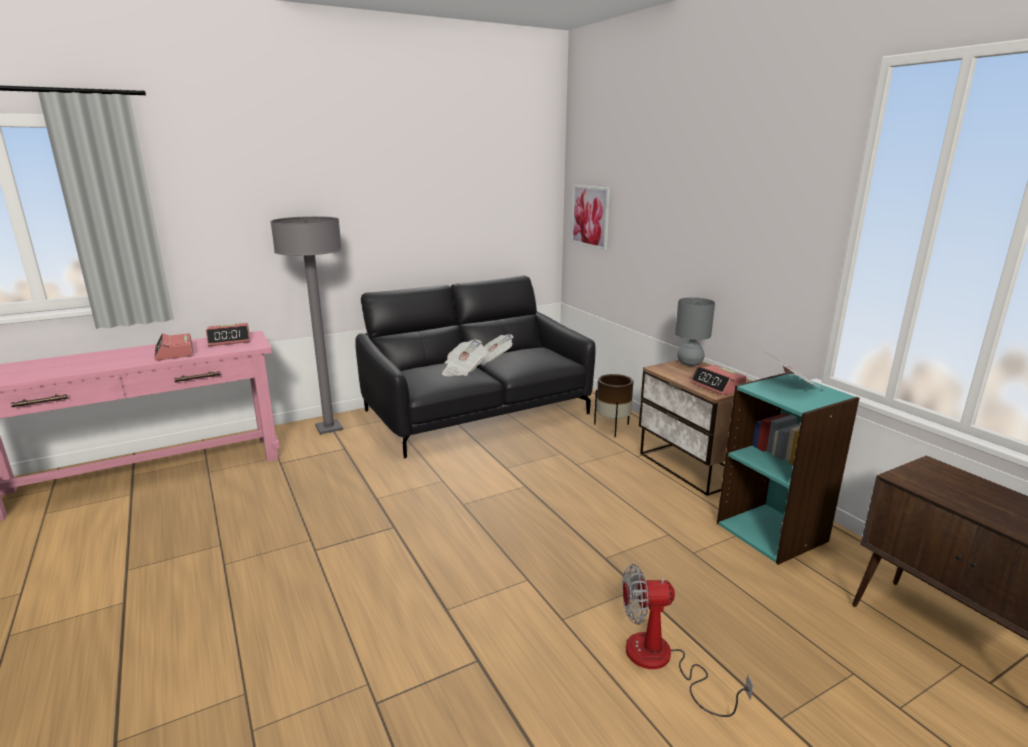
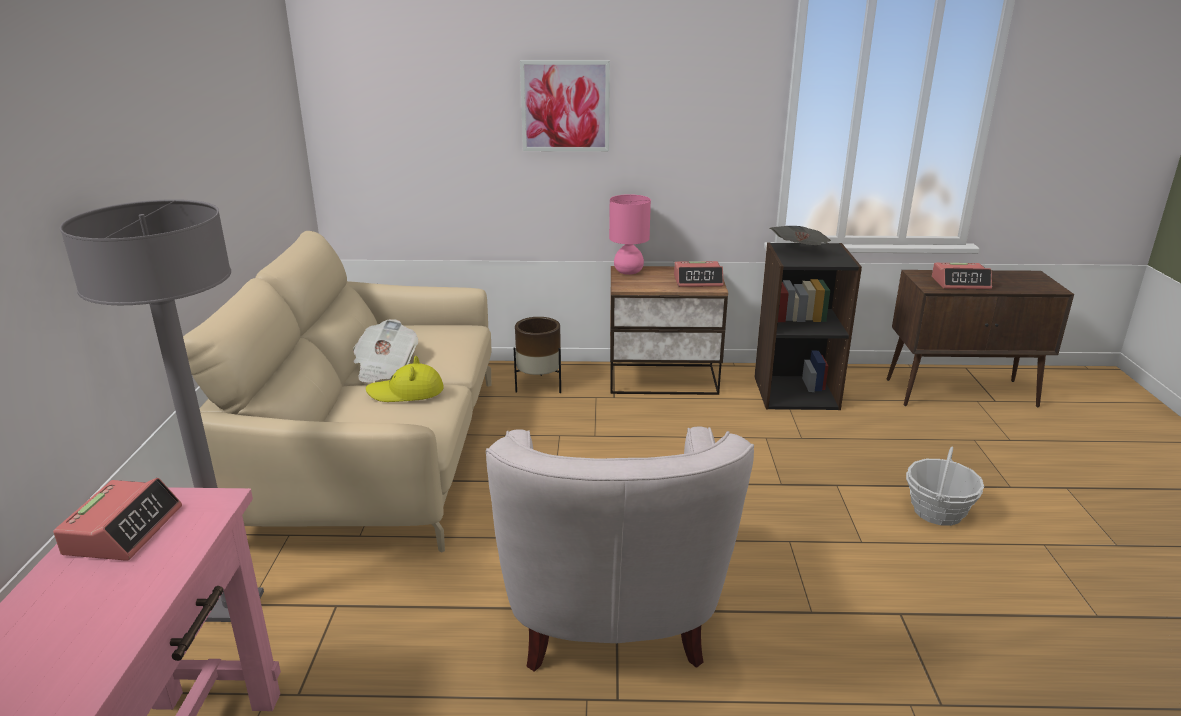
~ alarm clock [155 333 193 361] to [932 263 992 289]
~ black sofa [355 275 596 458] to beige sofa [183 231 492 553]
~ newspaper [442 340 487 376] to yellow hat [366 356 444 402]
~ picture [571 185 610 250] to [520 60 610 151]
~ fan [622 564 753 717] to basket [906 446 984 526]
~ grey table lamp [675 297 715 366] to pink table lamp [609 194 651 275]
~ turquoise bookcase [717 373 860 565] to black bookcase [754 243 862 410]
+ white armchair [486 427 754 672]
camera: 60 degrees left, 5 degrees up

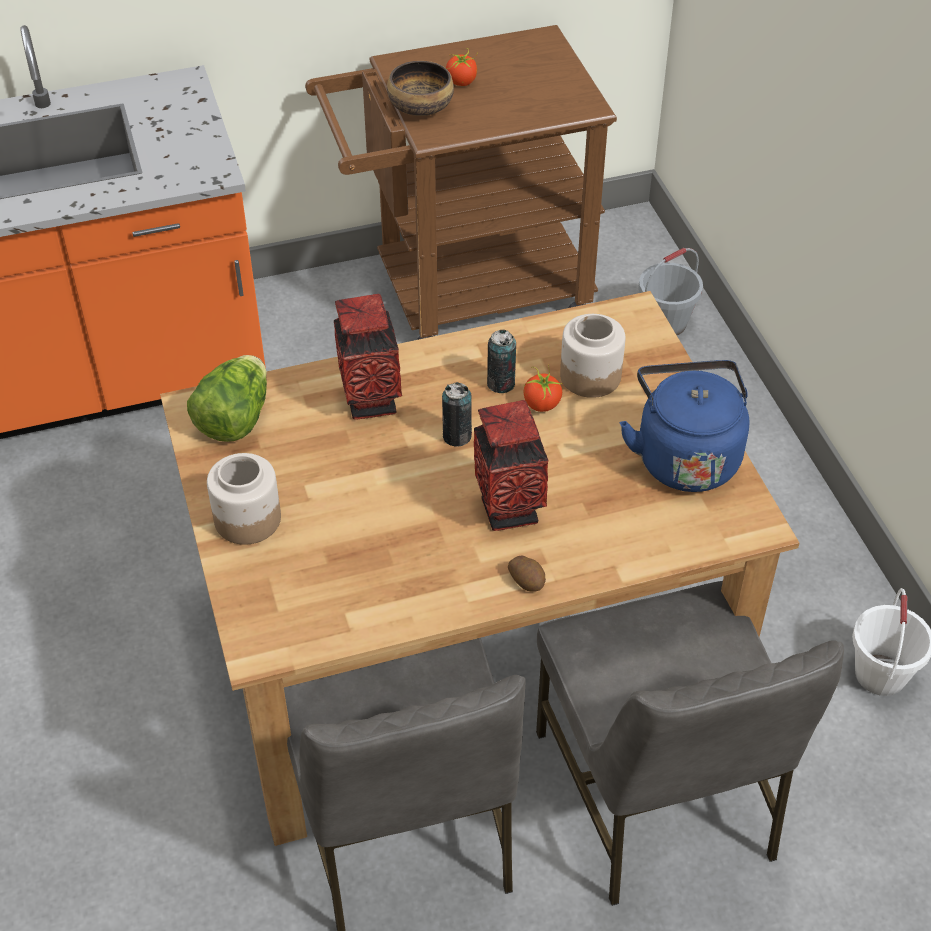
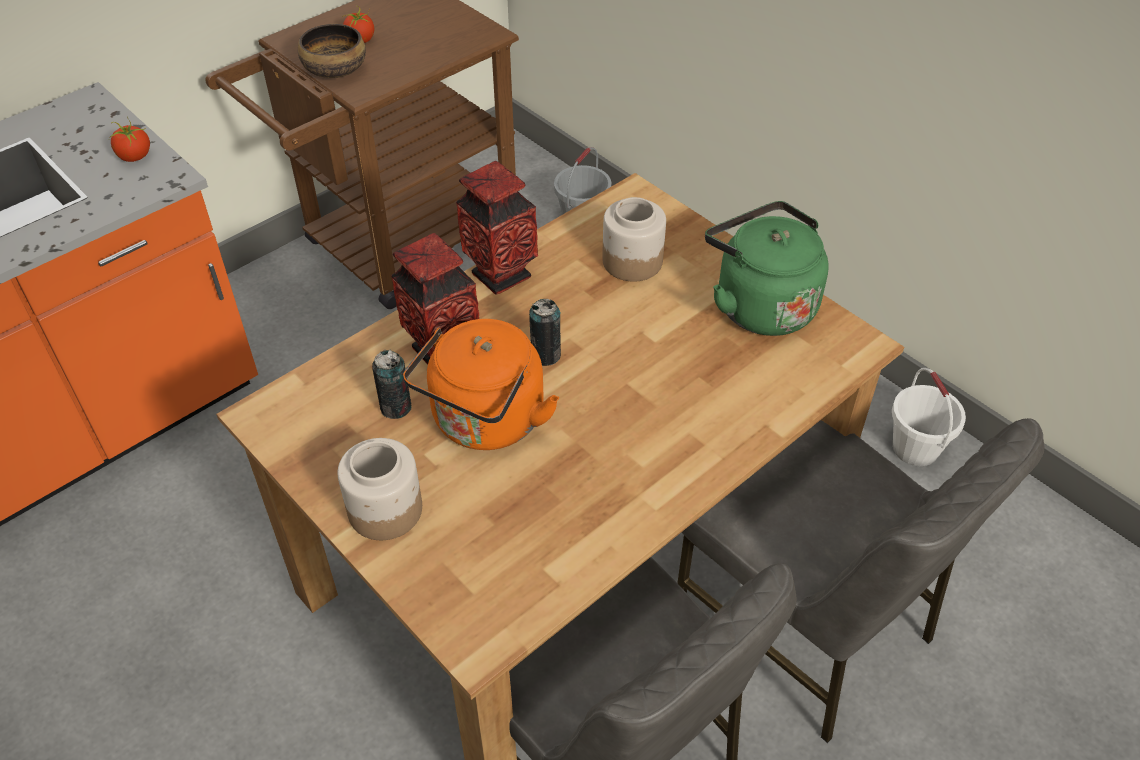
- lettuce [187 355 267 442]
~ vase [474 400 548 531] to [456 161 538 295]
~ can [487 329 516 393] to [372 350 412 419]
- potato [508 555 546 592]
~ tomato [523 364 563 412] to [109 116 150 162]
~ blue kettle [620 360 750 492] to green kettle [705 201 829 336]
+ orange kettle [403 319 559 450]
camera: 25 degrees left, 0 degrees up

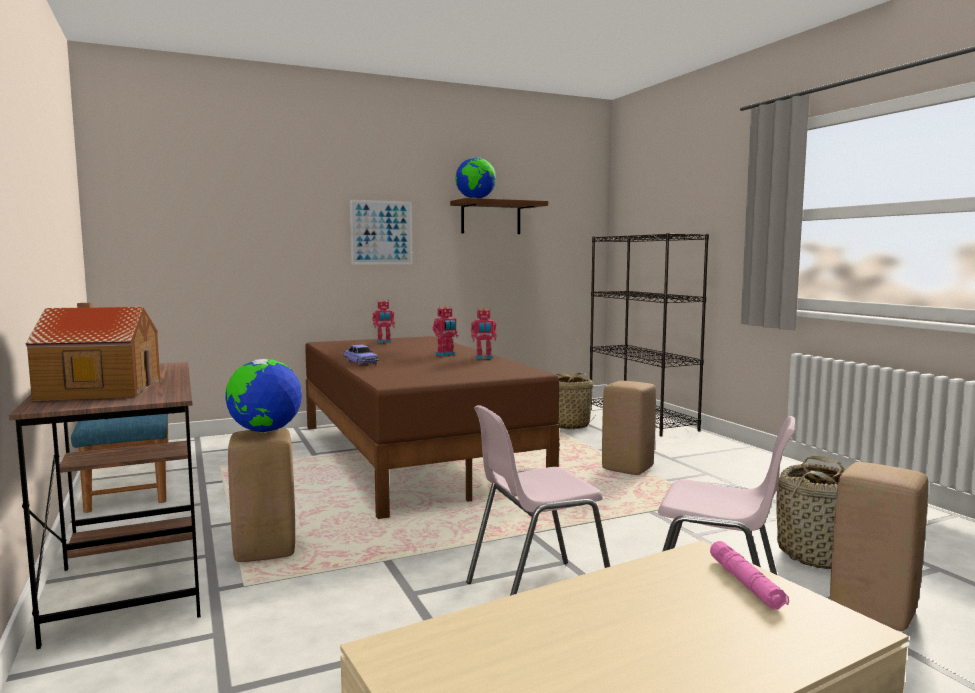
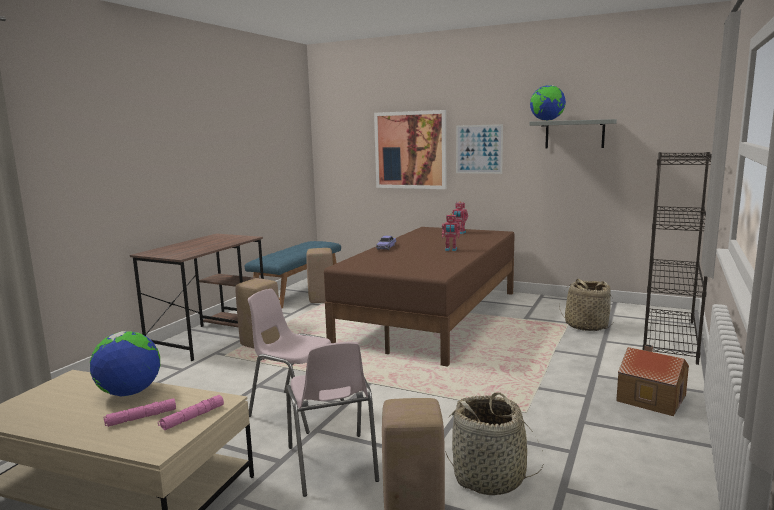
~ toy house [26 303 160 401] to [616 344 689 416]
~ globe [225 359 302 433] to [90 331 160 397]
~ brown shelf [450 198 548 234] to grey shelf [529 119 617 148]
- toy robot [471 307 497 359]
~ beige stool [602 381 656 475] to [306 248 333 303]
+ pink flashlight [103 398 176 427]
+ picture [374 110 446 189]
camera: 50 degrees right, 5 degrees up

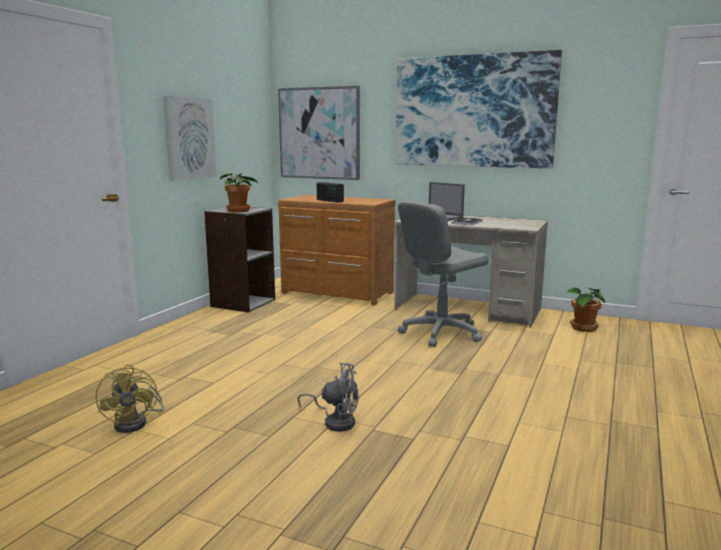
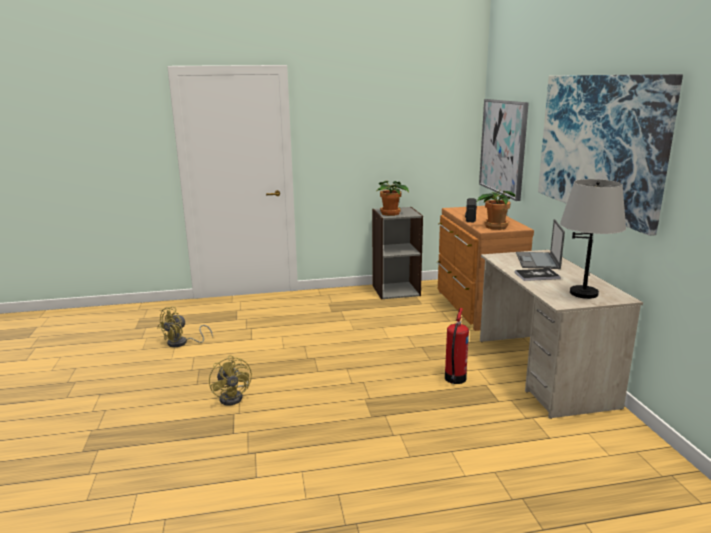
- picture [163 96 216 181]
~ grey fan [297 362 359 431] to yellow fan [209 355 252 406]
~ grey office chair [398 201 489 347] to fire extinguisher [445 308 469 384]
~ potted plant [567 288 605 332] to [477 190 515 230]
+ grey table lamp [560 179 626 299]
camera: 55 degrees right, 5 degrees up

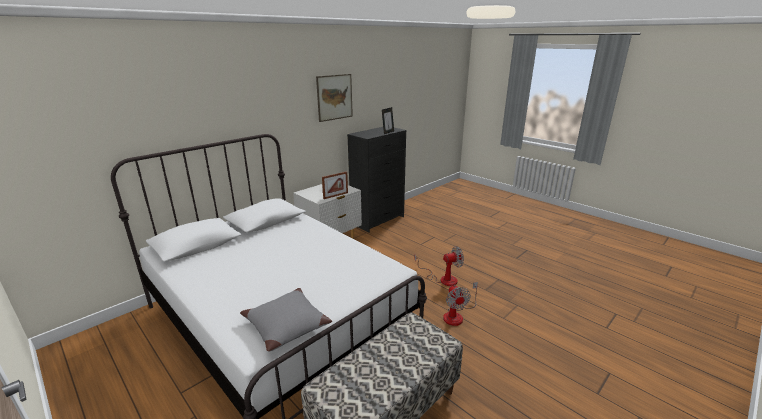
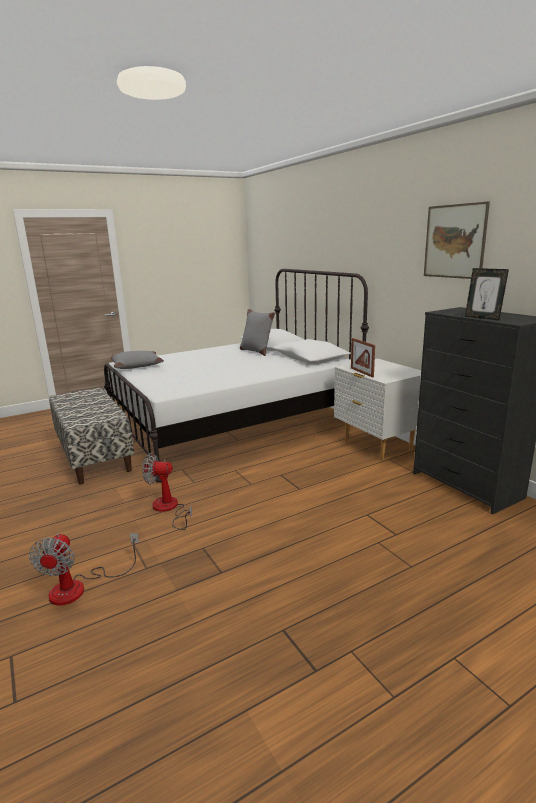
~ fan [414 246 464 286] to [29 533 139 605]
+ grey pillow [240 309 275 356]
camera: 105 degrees right, 5 degrees down

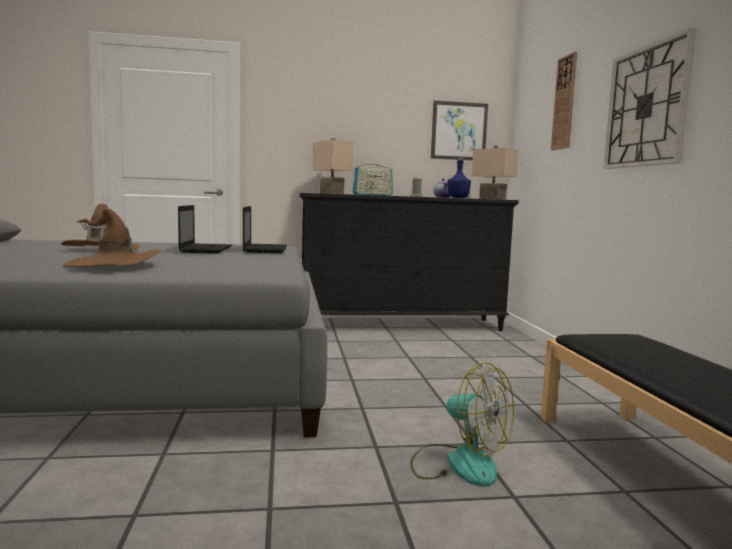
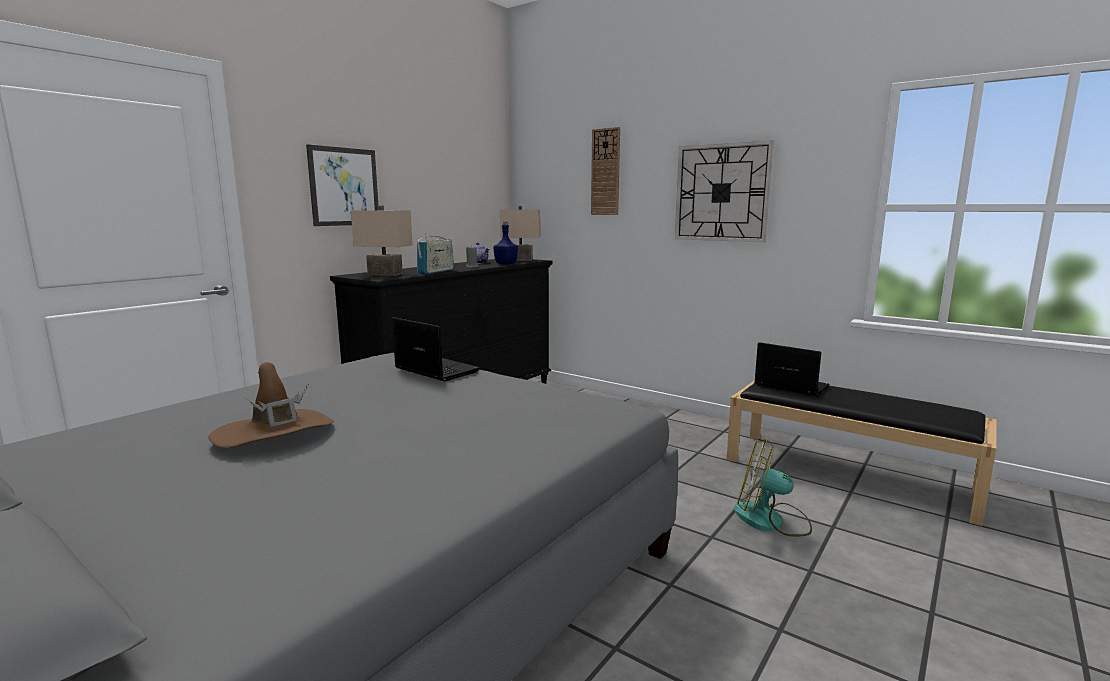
- brown hat [63 208 160 267]
~ laptop [178 205 232 254] to [755 342 830 396]
~ fan [410 362 514 487] = [734 439 812 536] 150 degrees counterclockwise
~ picture [431 101 488 160] to [306 144 378 226]
camera: 45 degrees left, 5 degrees up

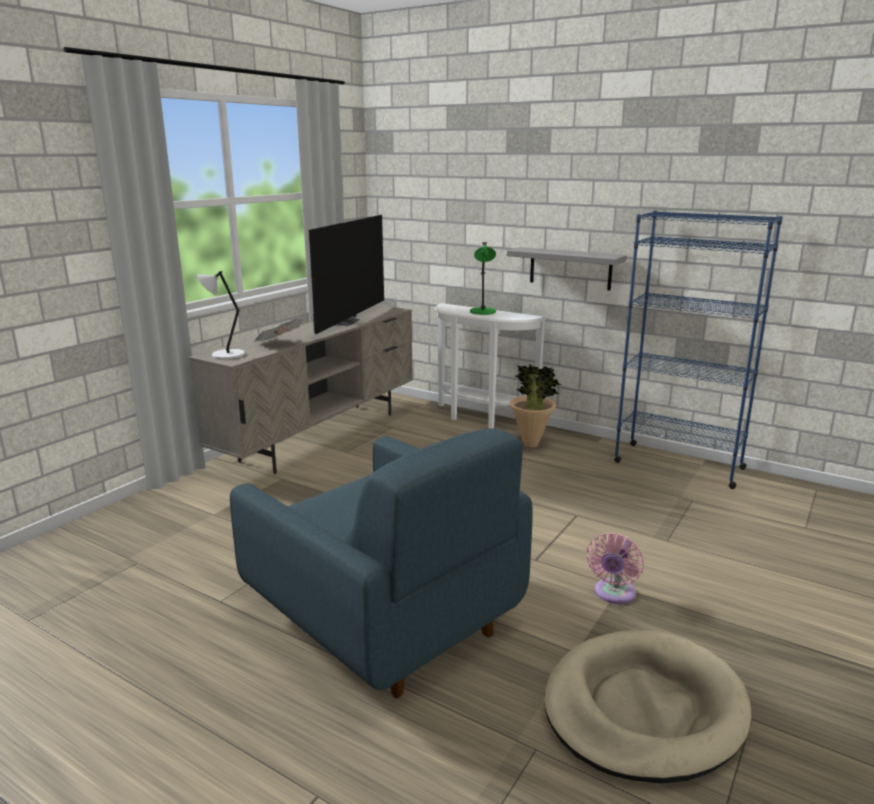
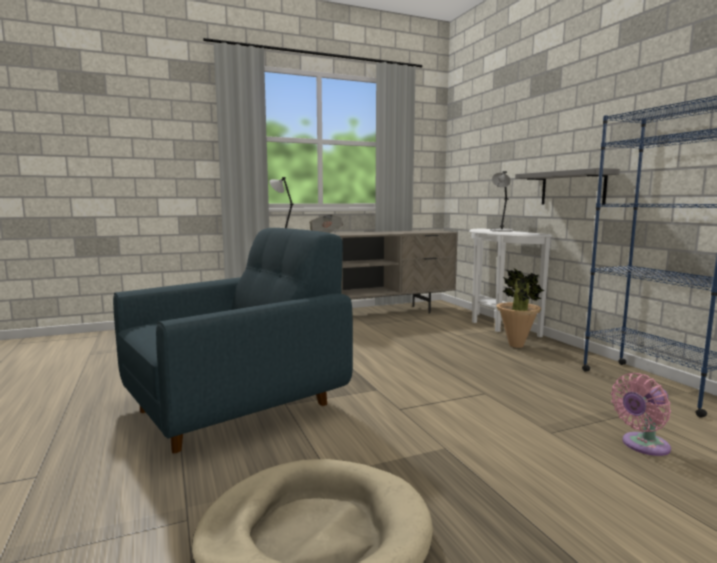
~ blue armchair [230 429 533 698] = [113 228 353 454] 120 degrees counterclockwise
- television [309 215 384 334]
~ green table lamp [470 242 496 315] to grey table lamp [490 171 513 232]
~ pink fan [587 533 644 604] to [611 373 671 456]
camera: 35 degrees right, 10 degrees down

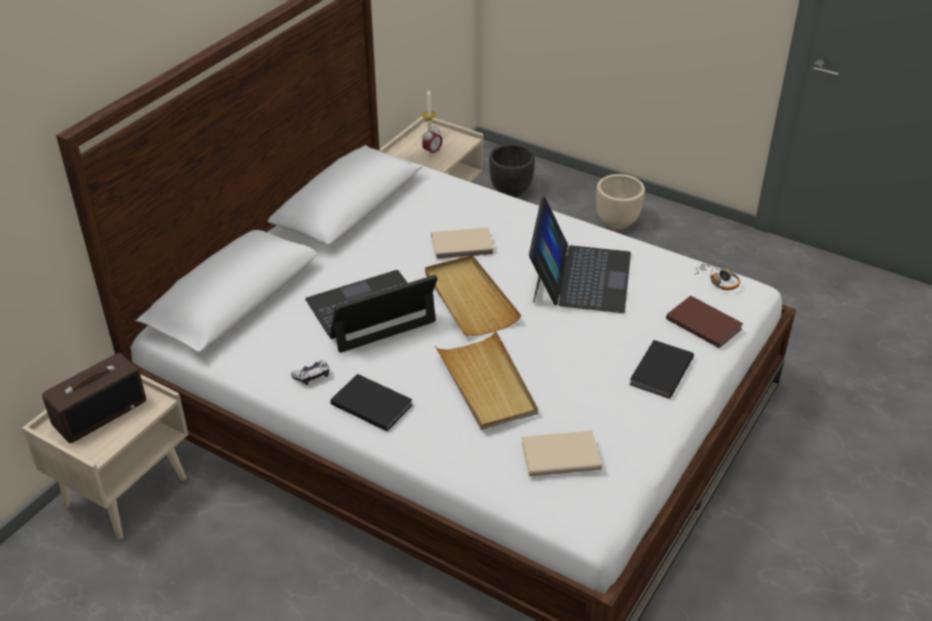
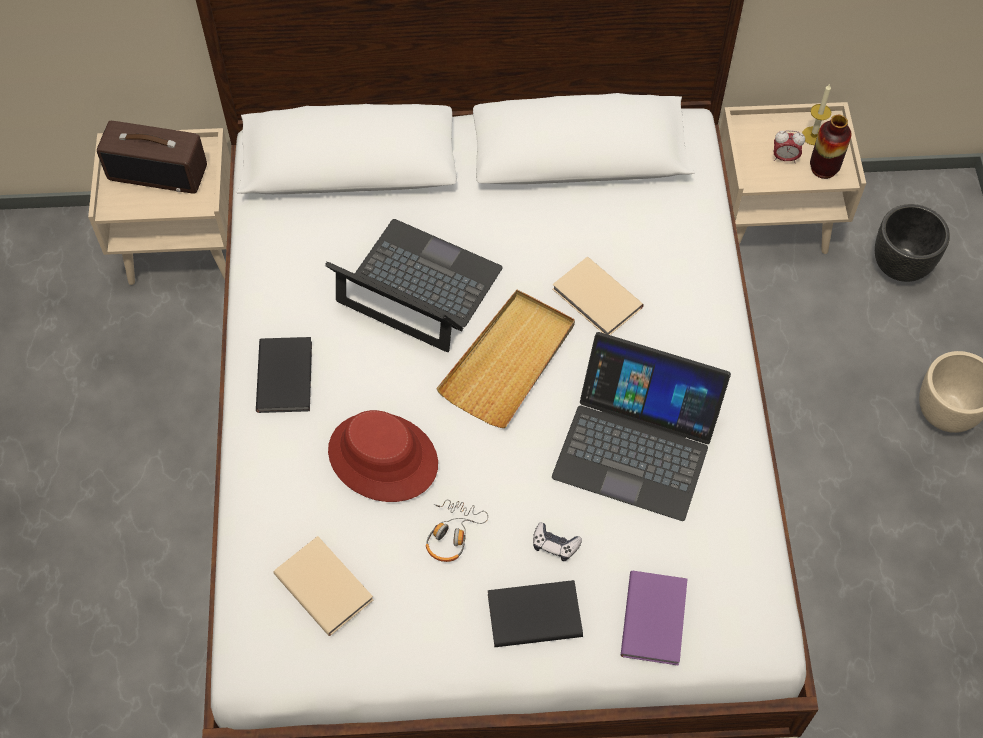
~ game controller [291 360 329 385] to [533 522 582 561]
~ beige tray [435 330 538 430] to red hat [328 410 438 502]
~ laptop [529 197 631 313] = [552 332 731 521] 45 degrees clockwise
~ brown book [666 296 743 348] to purple book [620 571 687 666]
~ headphones [695 258 740 290] to [426 500 488 562]
+ vase [810 115 851 179]
camera: 55 degrees right, 20 degrees up

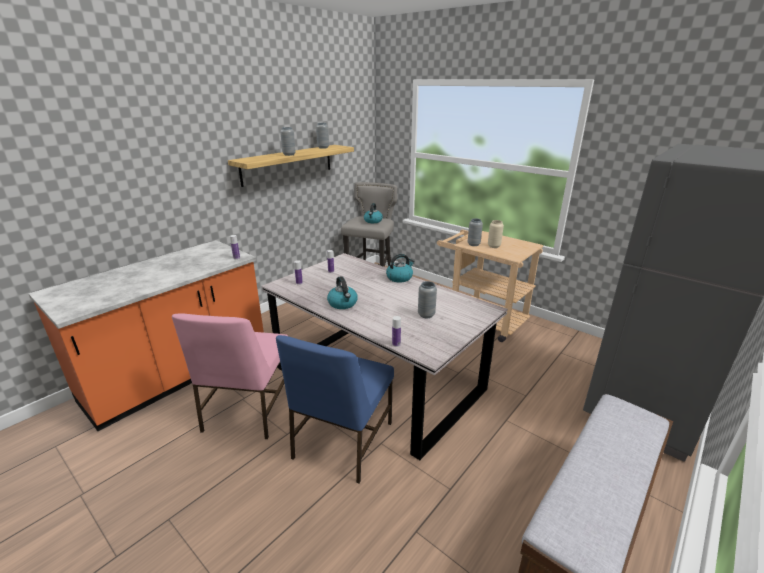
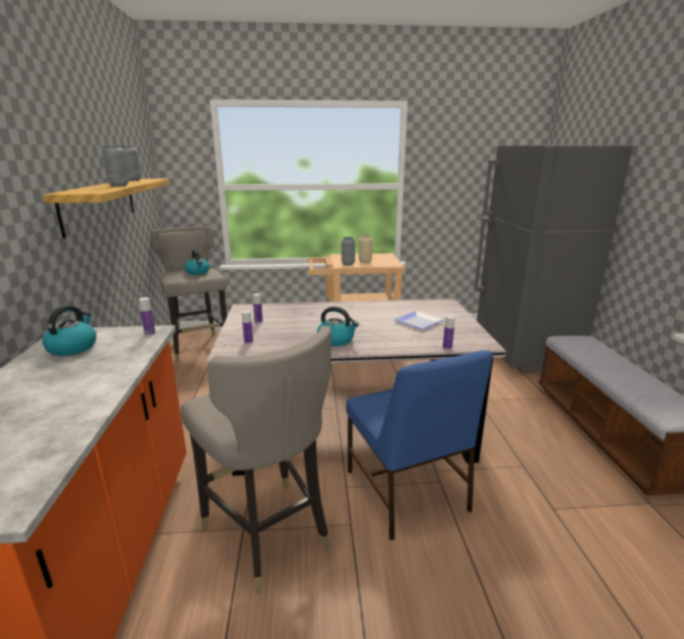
~ pink chair [172 314 288 439] to grey stool [181 326 331 594]
~ kettle [386 254 415 283] to [42 305 96 356]
~ grey vase [418 281 437 318] to plate [394 311 444 330]
camera: 45 degrees left, 5 degrees down

